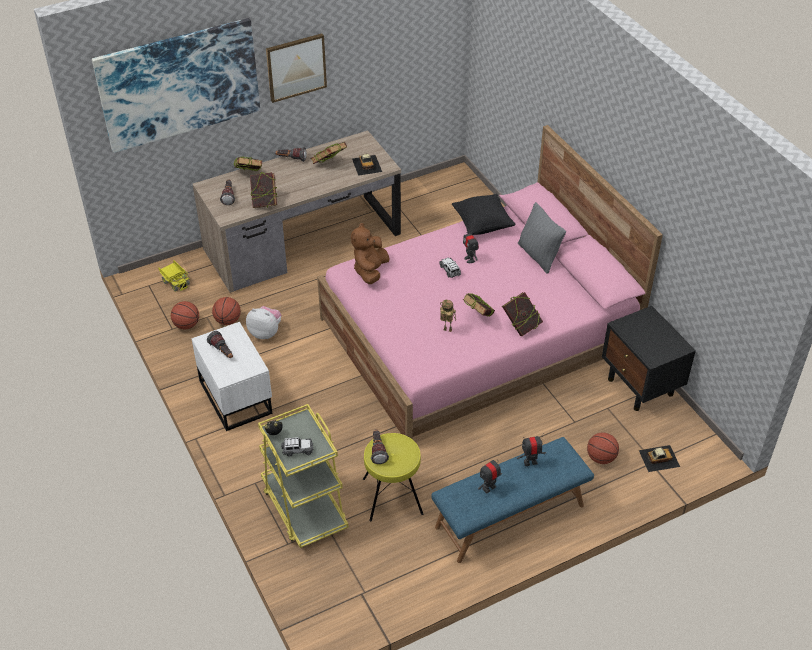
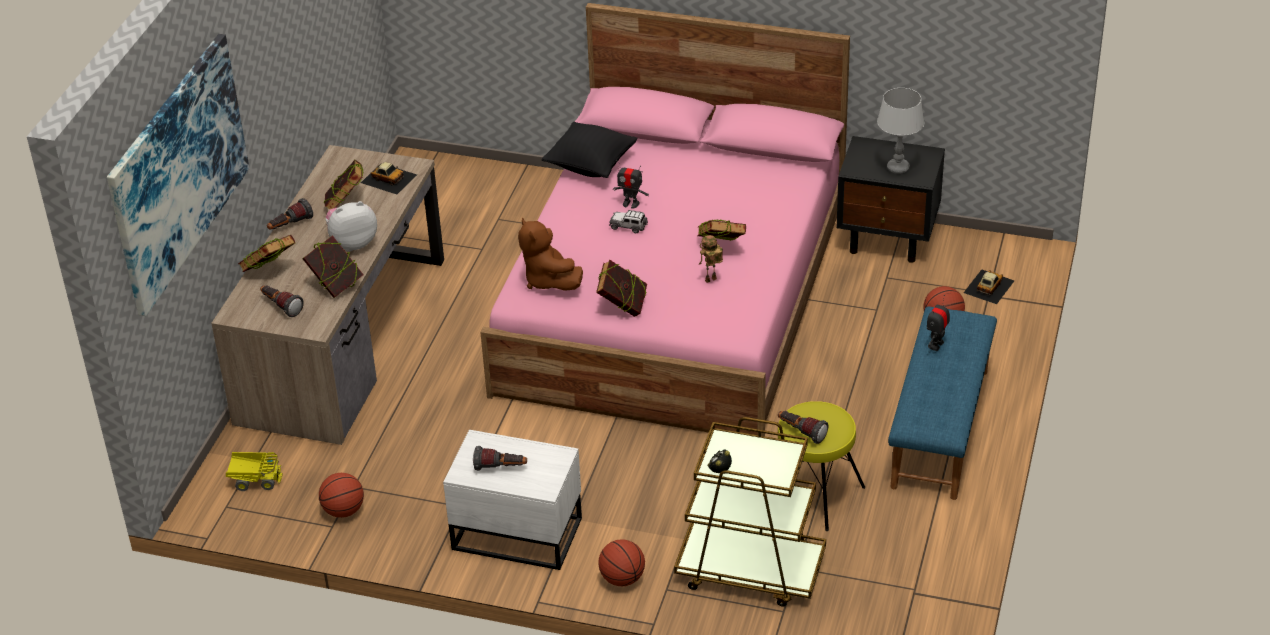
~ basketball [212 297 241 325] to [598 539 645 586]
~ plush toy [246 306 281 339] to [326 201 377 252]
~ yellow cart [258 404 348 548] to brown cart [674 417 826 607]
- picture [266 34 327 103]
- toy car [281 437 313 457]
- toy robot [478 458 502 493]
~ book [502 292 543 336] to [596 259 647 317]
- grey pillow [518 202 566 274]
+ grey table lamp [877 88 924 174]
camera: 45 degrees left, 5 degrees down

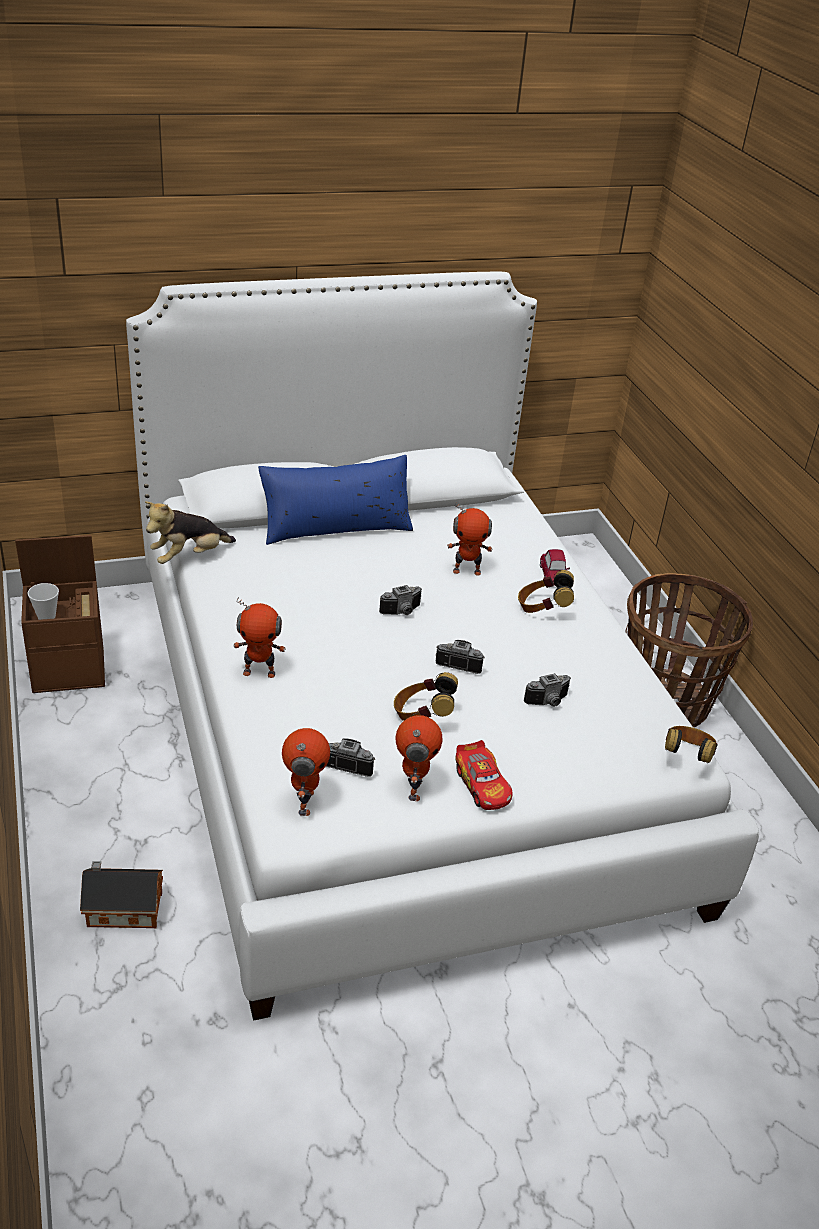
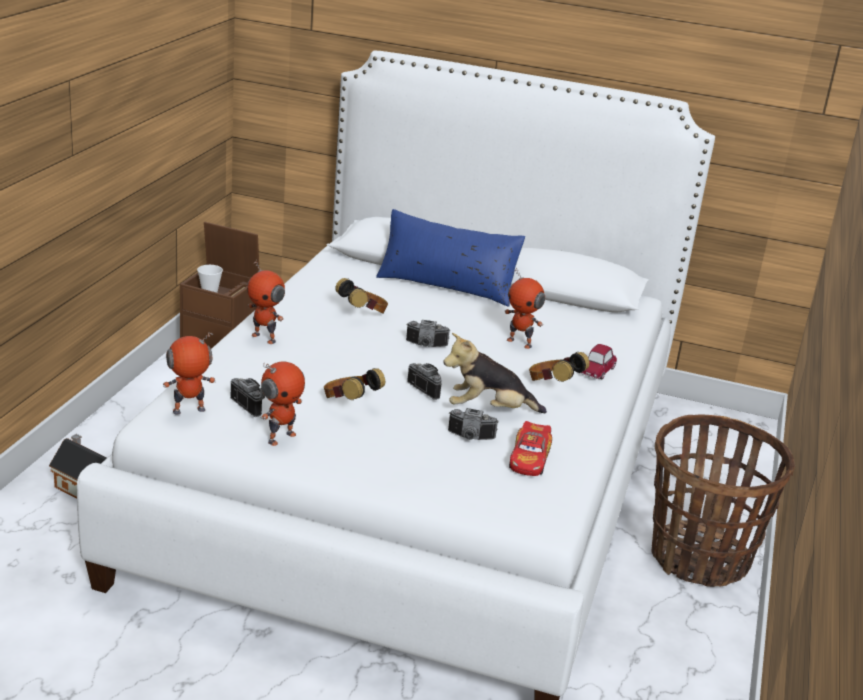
~ plush toy [145 501 236 564] to [443 333 547 413]
~ toy robot [282 728 330 816] = [163 332 216 415] 150 degrees counterclockwise
~ toy car [455 740 513 810] to [509 421 552 476]
~ headphones [665 726 718 763] to [335 278 388 314]
camera: 35 degrees right, 10 degrees down

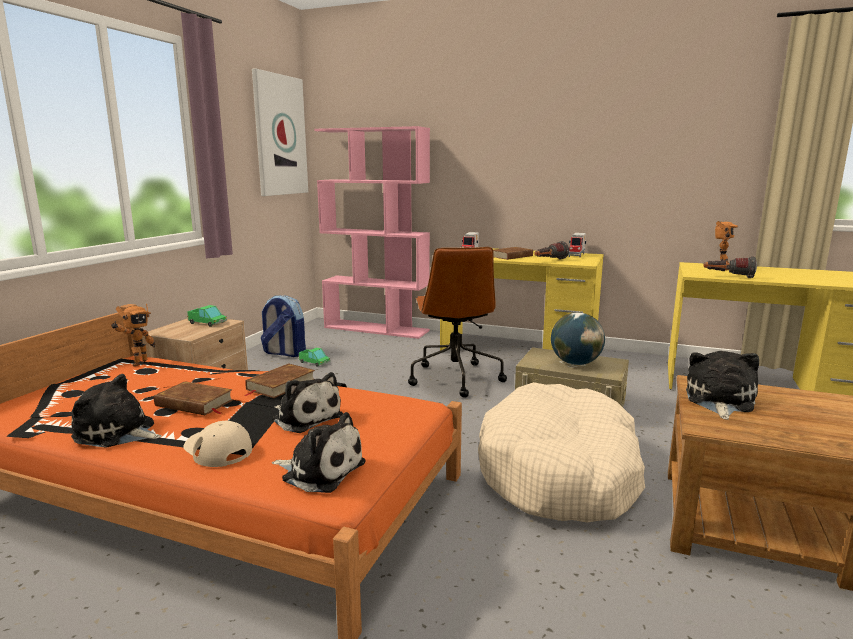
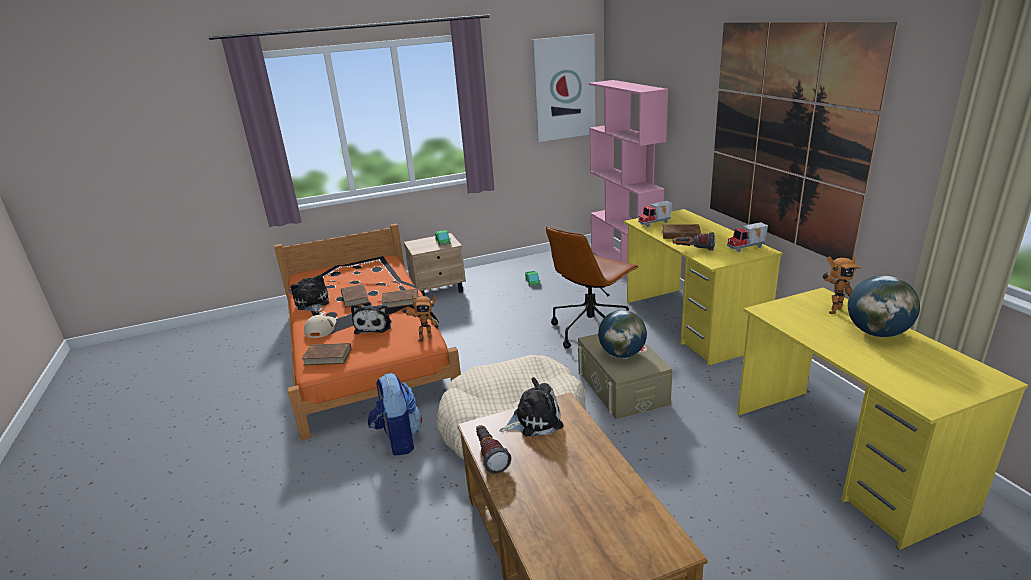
~ toy robot [111 304 155 366] to [403 295 438 342]
~ backpack [261 295 306 357] to [368 373 422 456]
~ plush toy [272 412 366 493] to brown book [302 343 352 366]
~ flashlight [703 256 757 278] to [476 425 511 474]
+ picture [710 22 898 261]
+ globe [848 275 920 337]
camera: 50 degrees right, 10 degrees up

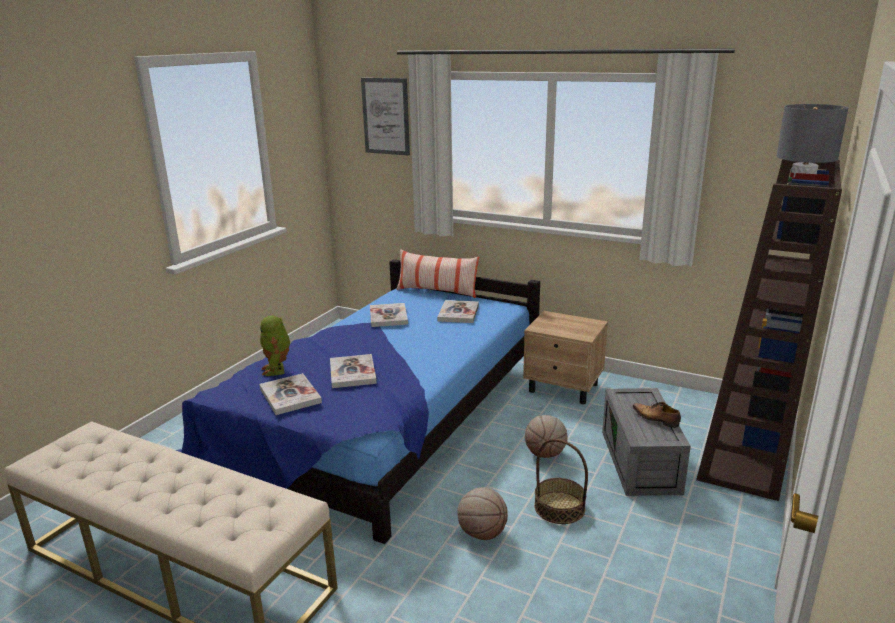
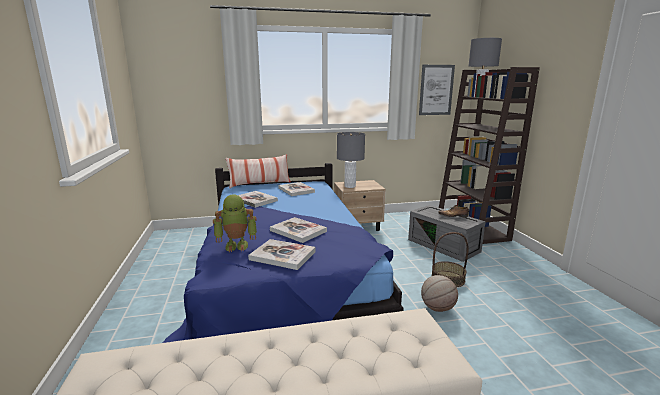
~ toy robot [260 315 290 376] = [213 194 257 252] 45 degrees counterclockwise
~ picture [361 78 410 155] to [419 65 455 115]
- basketball [525 415 567 458]
+ grey table lamp [337 132 365 188]
camera: 40 degrees left, 5 degrees down

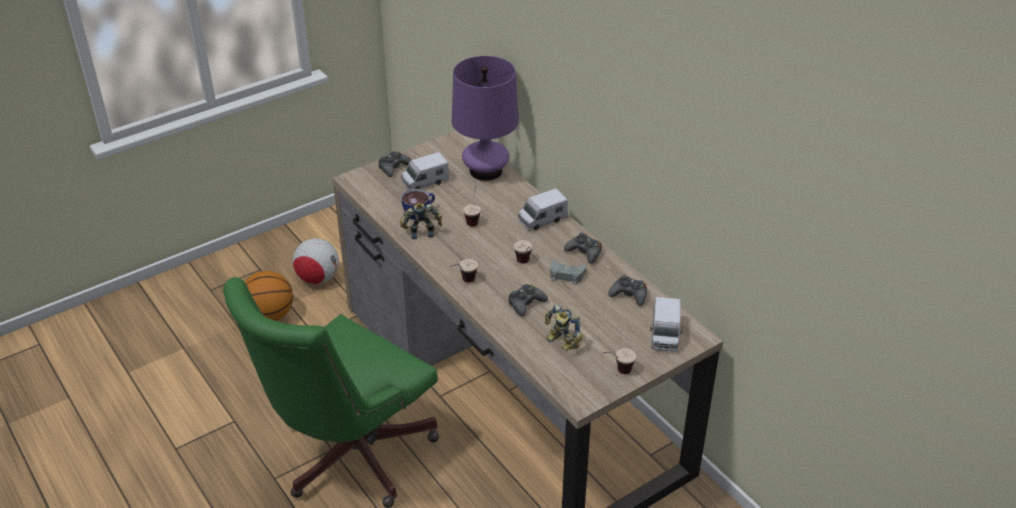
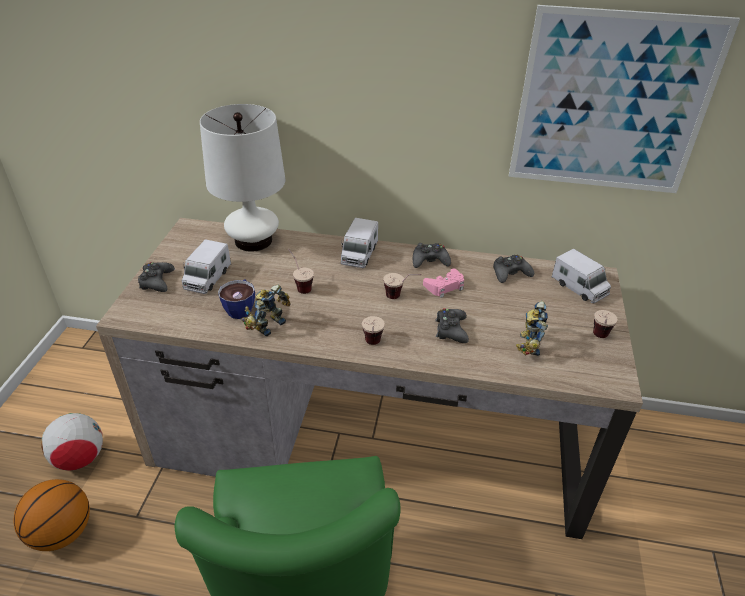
~ purple table lamp [452 56 519 181] to white table lamp [200 104 285 252]
~ toy robot [545 304 583 350] = [516 301 548 356] 105 degrees clockwise
~ grey game controller [550 260 587 285] to pink game controller [423 268 464 298]
+ picture [509 5 740 193]
camera: 45 degrees left, 0 degrees up

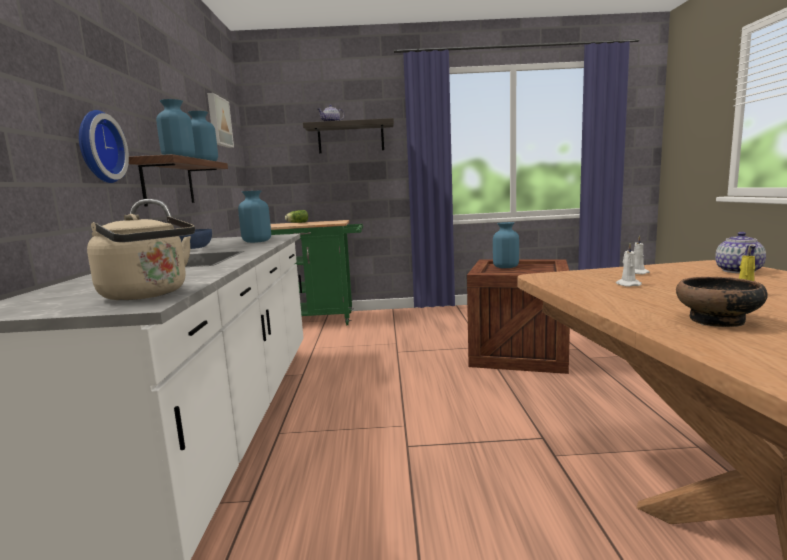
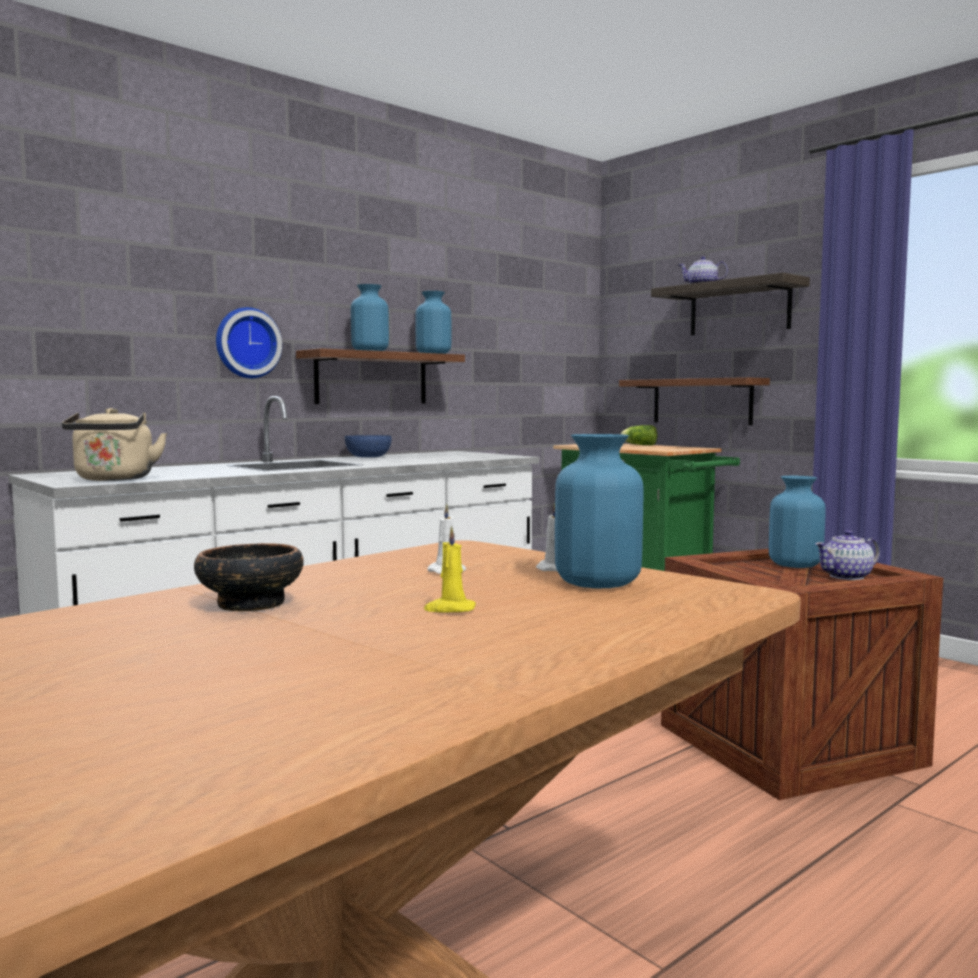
- picture [207 93 234 148]
~ blue vase [238 190 271 243] to [555 434 643 588]
~ teapot [715 232 766 273] to [815 530 880 580]
+ shelf [619 377 770 425]
camera: 50 degrees right, 5 degrees down

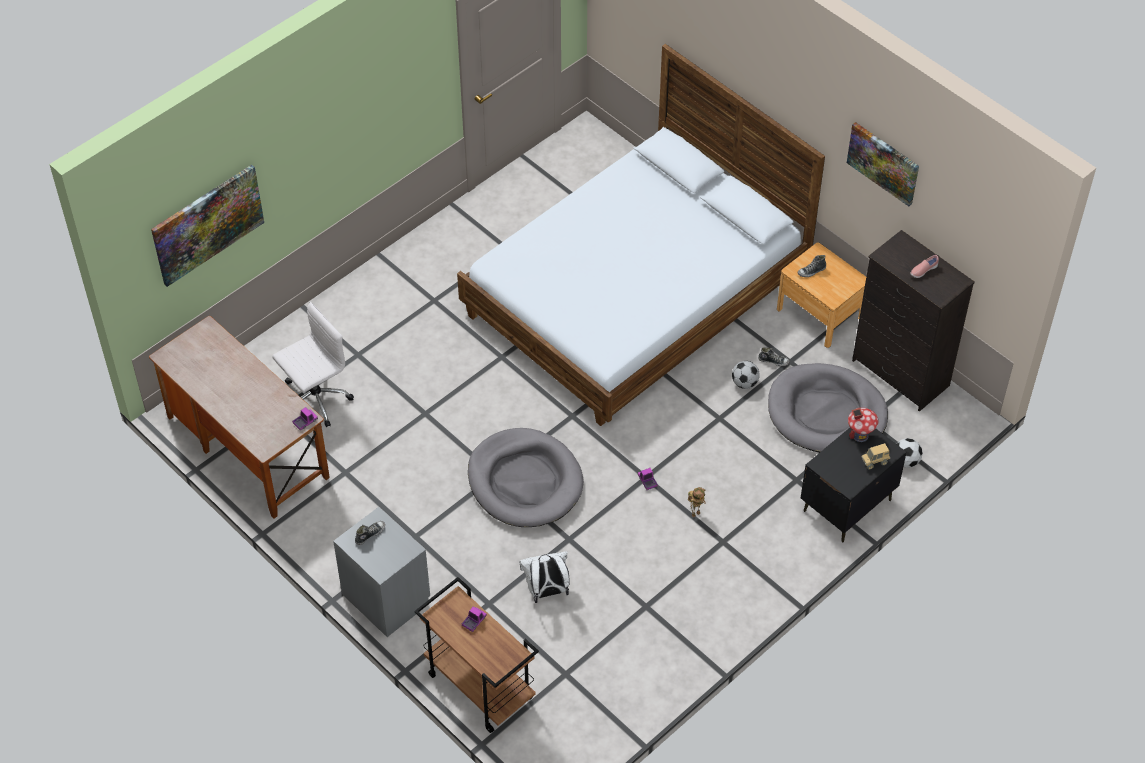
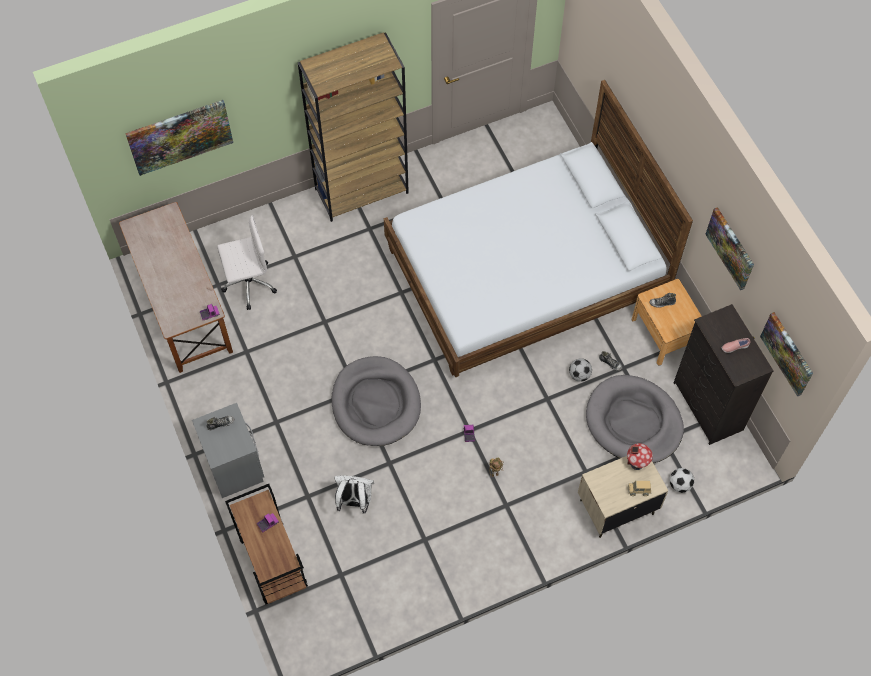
~ black nightstand [801 428 907 543] to beige nightstand [578 456 669 538]
+ brown bookcase [298 32 409 222]
+ picture [760 312 813 397]
camera: 20 degrees right, 10 degrees up

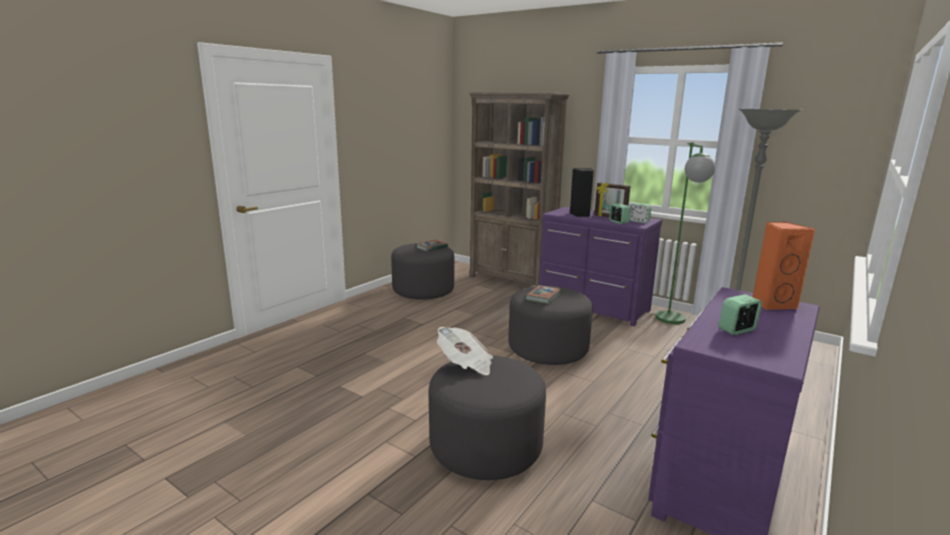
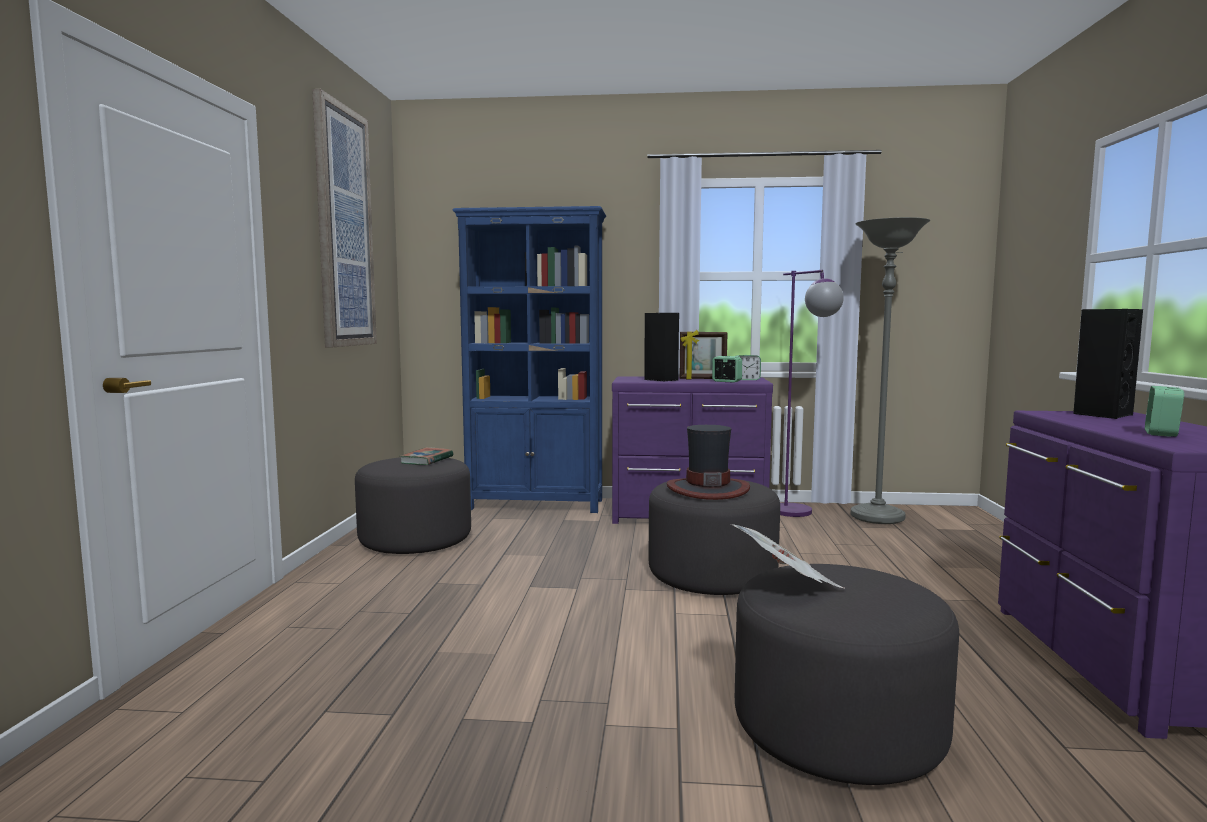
~ brown bookcase [469 92 570 286] to blue bookcase [452 206 606 513]
~ book [525 285 561 304] to hat [667 425 750 500]
~ green floor lamp [655 142 715 324] to purple floor lamp [780 270 844 517]
~ orange speaker [753 222 815 310] to black speaker [1073 309 1143 419]
+ picture [312 89 377 347]
camera: 30 degrees left, 10 degrees down

